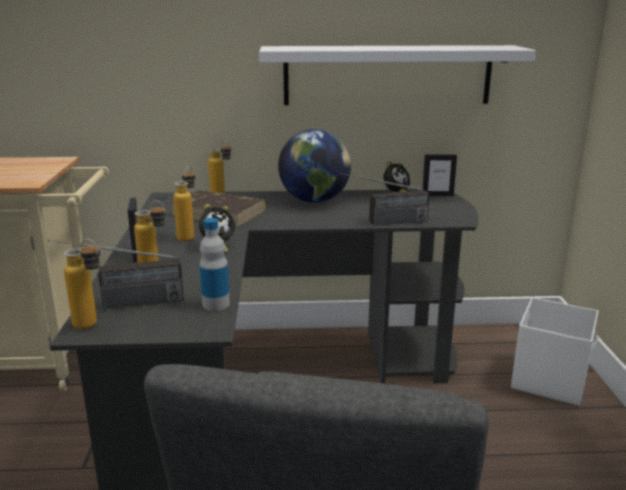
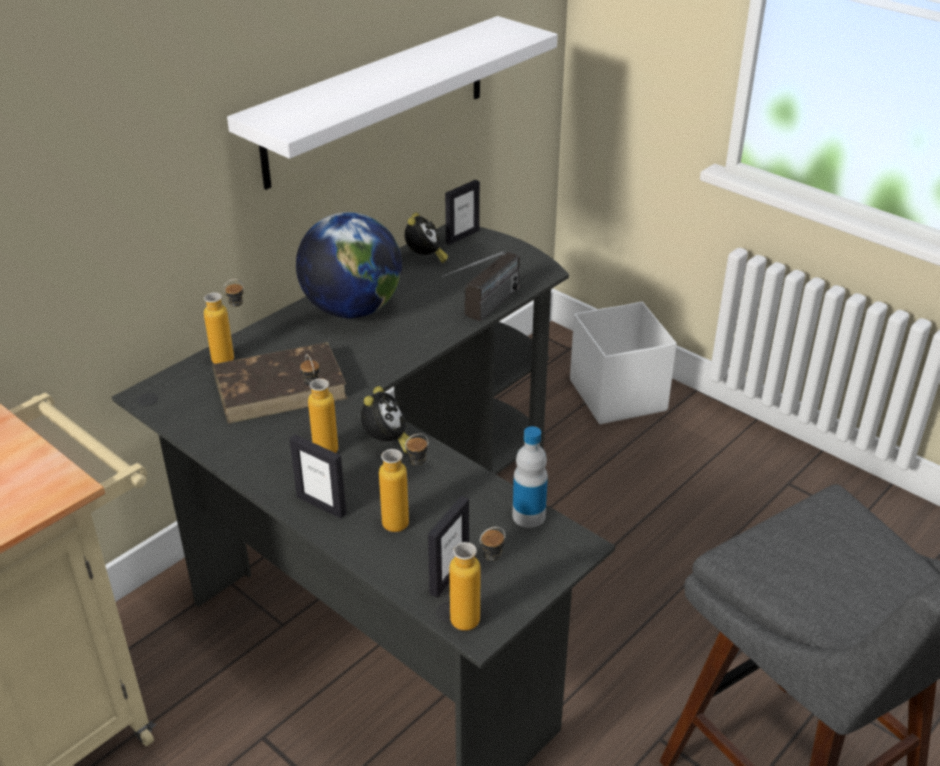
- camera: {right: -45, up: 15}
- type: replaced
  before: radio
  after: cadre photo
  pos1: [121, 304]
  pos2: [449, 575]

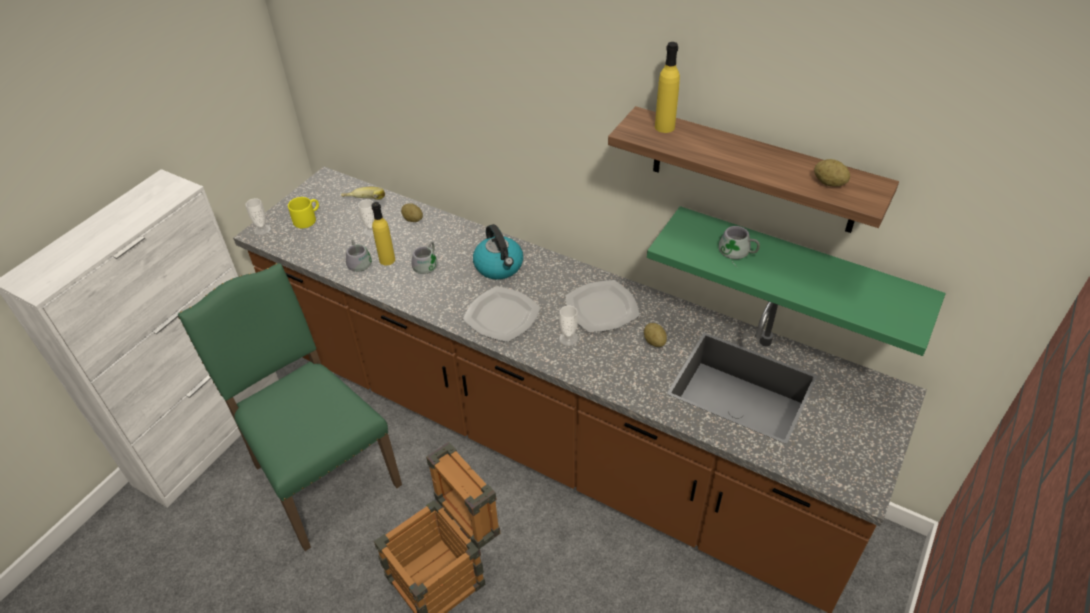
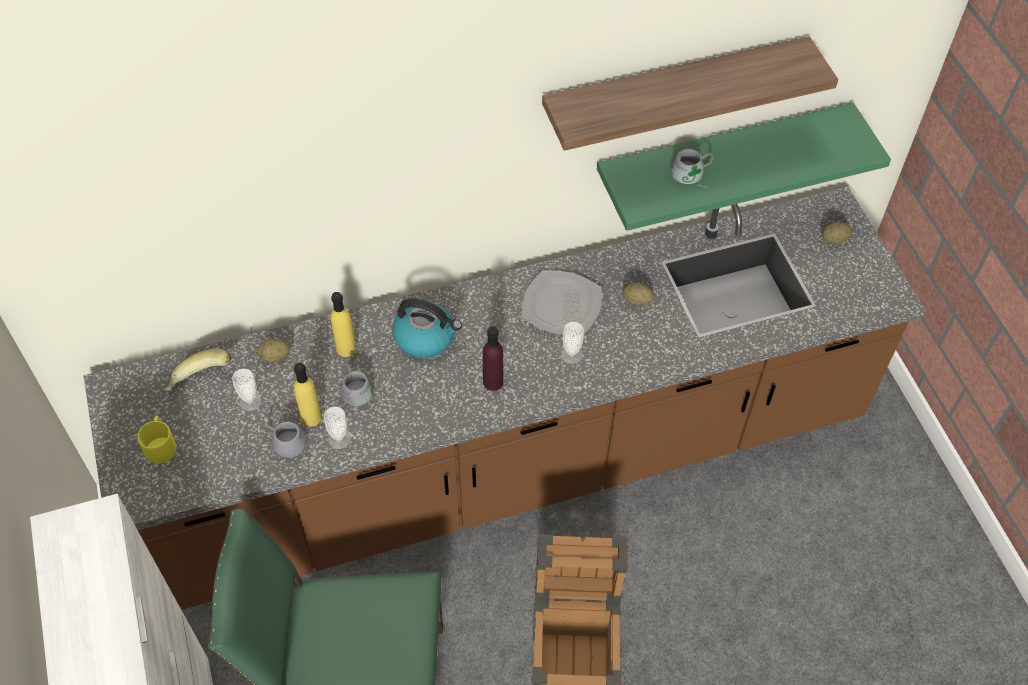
- camera: {right: -50, up: 10}
- type: moved
  before: tasse
  pos1: [262, 229]
  pos2: [339, 439]
- type: moved
  before: bouteille (jaune)
  pos1: [664, 127]
  pos2: [346, 348]
- type: replaced
  before: assiette
  after: bouteille (violet)
  pos1: [502, 316]
  pos2: [493, 382]
- type: moved
  before: pomme de terre
  pos1: [829, 183]
  pos2: [834, 239]

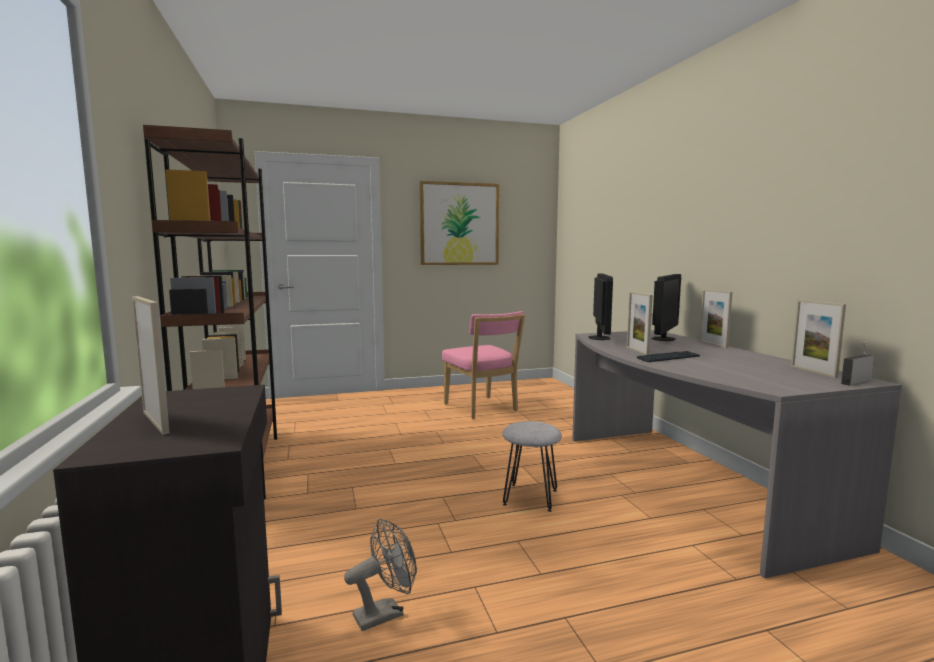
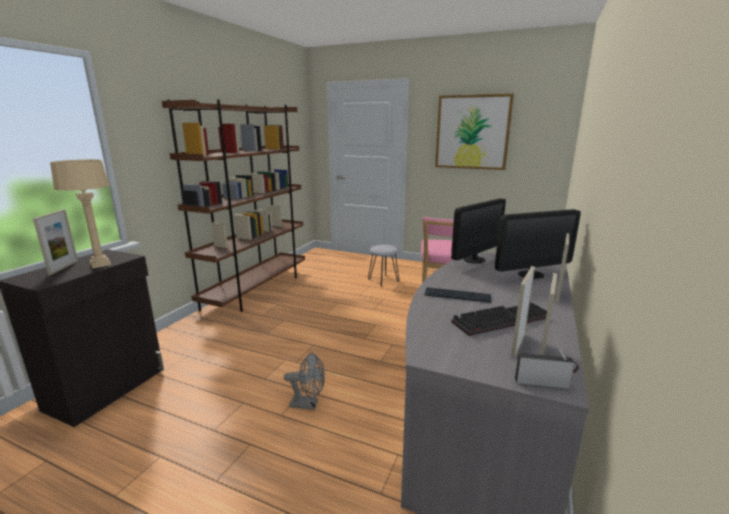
- camera: {right: 40, up: 10}
- type: added
  after: lampe de table (beige)
  pos2: [100, 264]
- type: moved
  before: ventilateur (gris)
  pos1: [385, 613]
  pos2: [308, 404]
- type: moved
  before: tabouret (gris)
  pos1: [530, 497]
  pos2: [383, 280]
- type: added
  after: clavier
  pos2: [500, 319]
- type: moved
  before: cadre photo
  pos1: [637, 351]
  pos2: [518, 344]

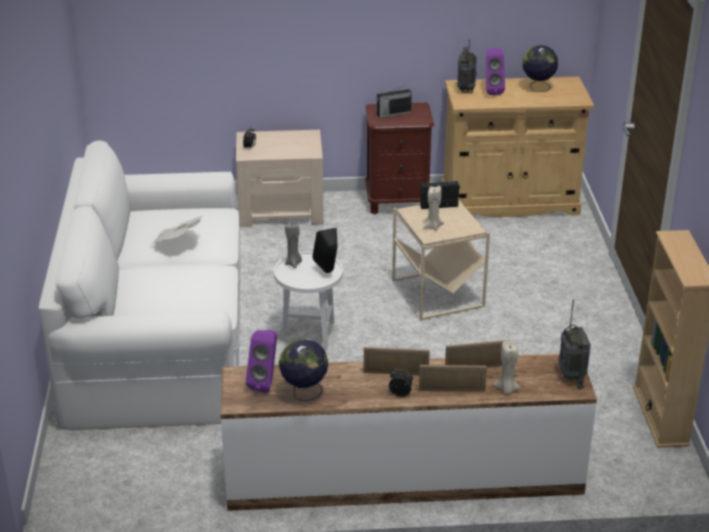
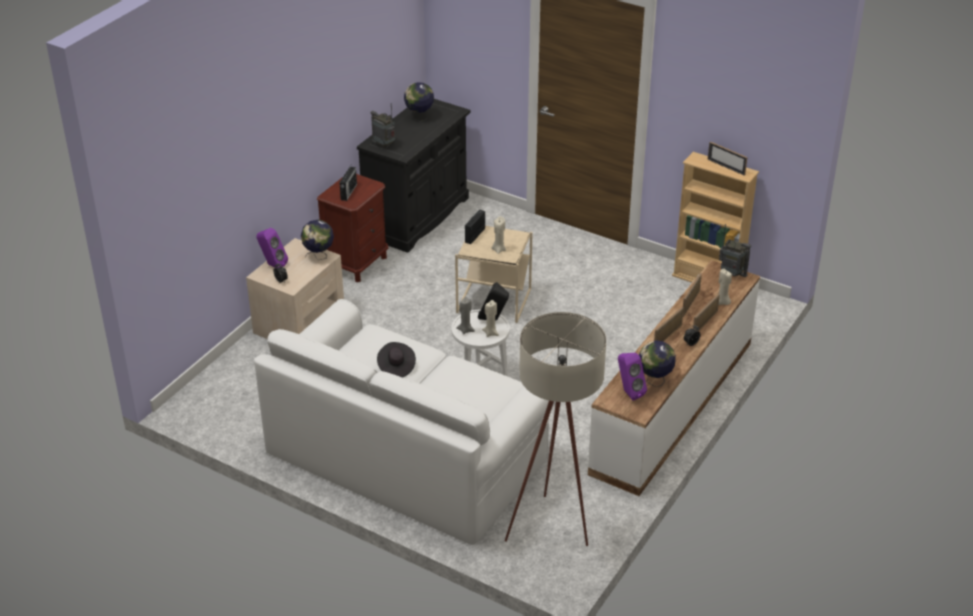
- camera: {right: -55, up: 5}
- type: moved
  before: enceinte (violet)
  pos1: [492, 91]
  pos2: [272, 265]
- type: added
  after: globe
  pos2: [319, 256]
- type: recoloured
  before: meuble de rangement (beige)
  after: meuble de rangement (noir)
  pos1: [509, 201]
  pos2: [417, 217]
- type: replaced
  before: journal
  after: chapeau (noir)
  pos1: [177, 242]
  pos2: [396, 367]
- type: added
  after: bougie (beige)
  pos2: [491, 333]
- type: added
  after: lampadaire (beige)
  pos2: [554, 531]
- type: added
  after: cadre photo
  pos2: [726, 167]

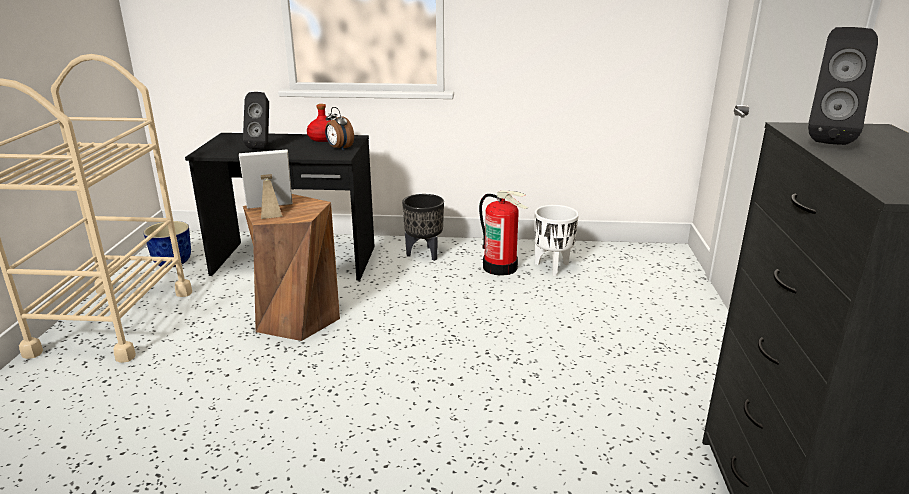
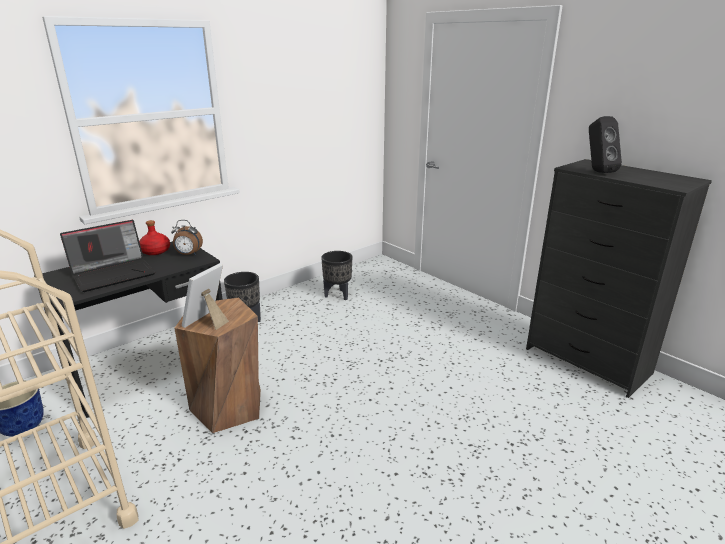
- camera: {right: -45, up: 0}
- type: replaced
  before: enceinte (noir)
  after: ordinateur portable
  pos1: [262, 146]
  pos2: [114, 274]
- type: recoloured
  before: cache-pot (blanc)
  after: cache-pot (noir)
  pos1: [553, 267]
  pos2: [338, 295]
- type: removed
  before: extincteur
  pos1: [500, 267]

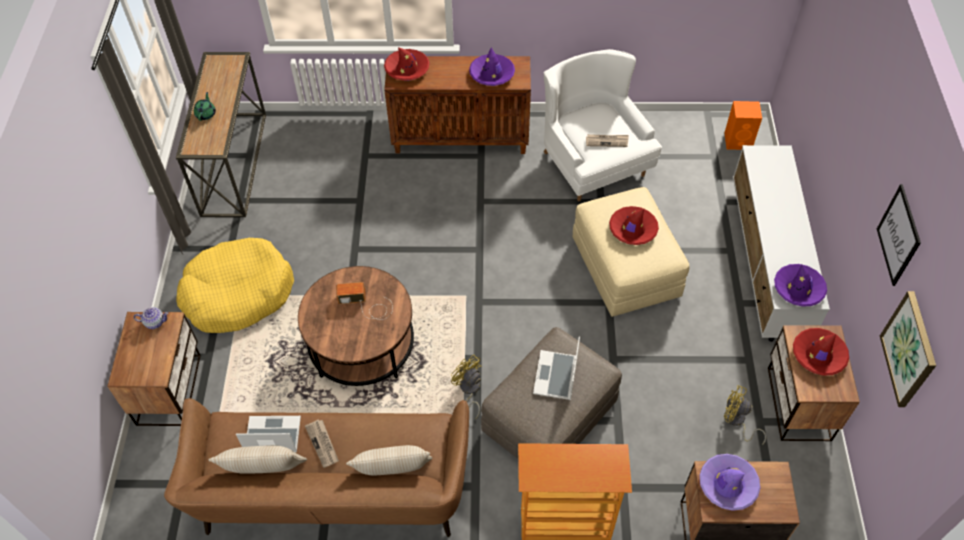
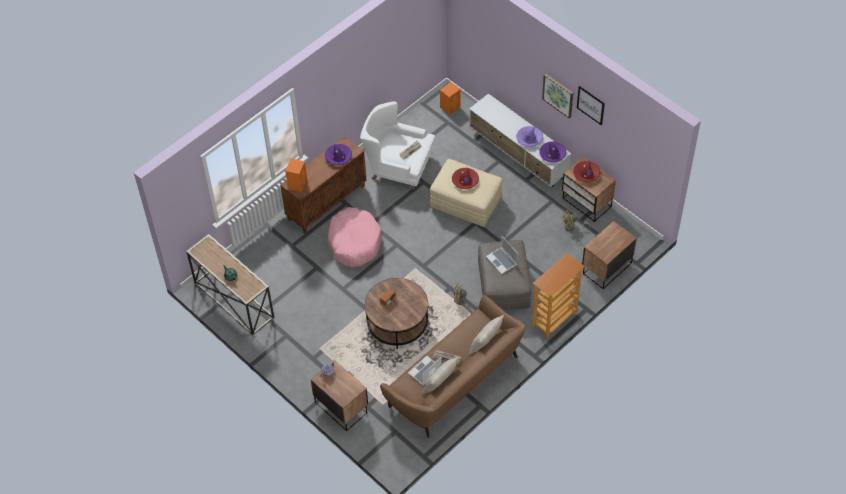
- camera: {right: -45, up: 0}
- type: replaced
  before: chapeau (rouge)
  after: enceinte (orange)
  pos1: [407, 69]
  pos2: [297, 183]
- type: added
  after: panier pour chien (rose)
  pos2: [354, 242]
- type: moved
  before: chapeau (violet)
  pos1: [728, 485]
  pos2: [529, 138]
- type: moved
  before: tableau
  pos1: [909, 349]
  pos2: [558, 95]
- type: removed
  before: panier pour chien (jaune)
  pos1: [238, 294]

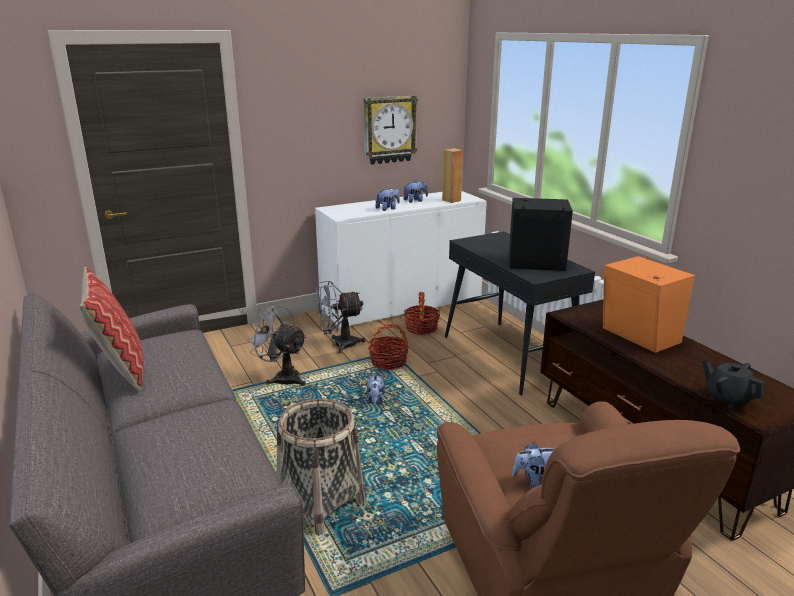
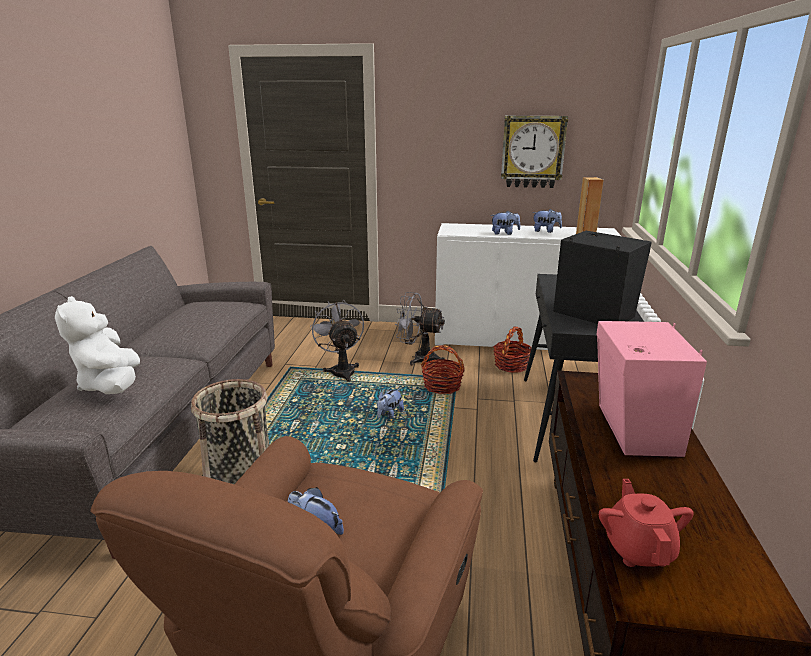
- camera: {right: 35, up: 0}
- type: added
  after: peluche (blanc)
  pos2: [111, 385]
- type: recoloured
  before: enceinte (orange)
  after: enceinte (rose)
  pos1: [639, 337]
  pos2: [633, 430]
- type: recoloured
  before: théière (noir)
  after: théière (rouge)
  pos1: [727, 399]
  pos2: [638, 549]
- type: removed
  before: coussin
  pos1: [121, 370]

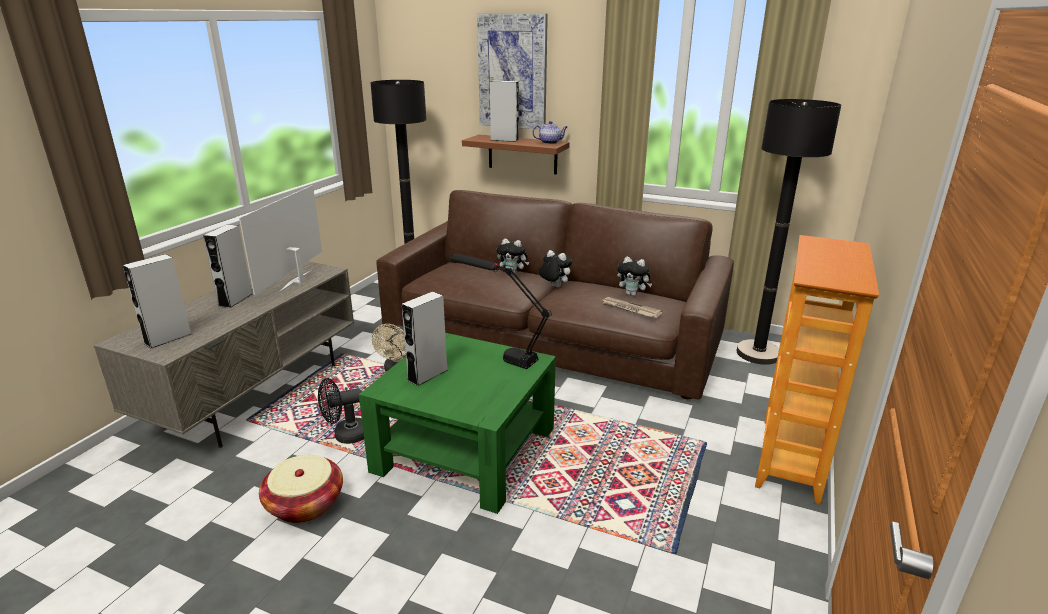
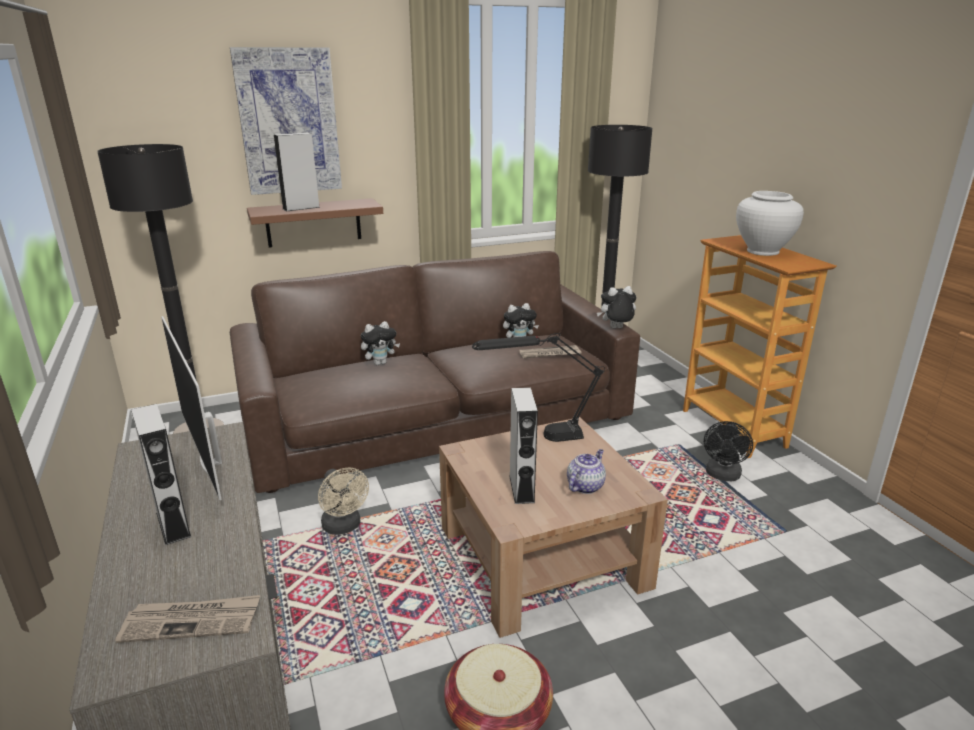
- camera: {right: -45, up: 0}
- type: replaced
  before: enceinte (gris)
  after: journal
  pos1: [168, 338]
  pos2: [192, 621]
- type: recoloured
  before: table basse (vert)
  after: table basse (marron)
  pos1: [465, 449]
  pos2: [542, 557]
- type: moved
  before: théière
  pos1: [550, 142]
  pos2: [585, 486]
- type: moved
  before: peluche
  pos1: [554, 286]
  pos2: [616, 328]
- type: moved
  before: ventilateur (noir)
  pos1: [345, 435]
  pos2: [722, 476]
- type: added
  after: vase (blanc)
  pos2: [762, 251]

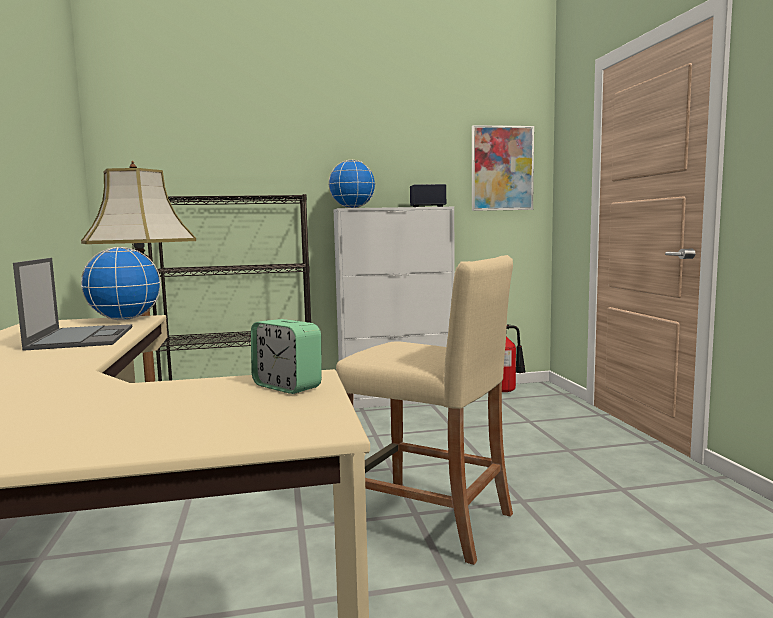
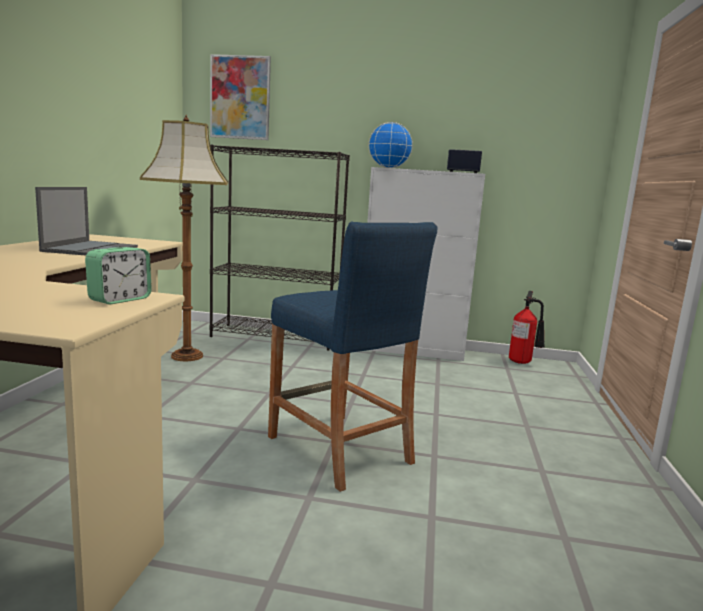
- camera: {right: 20, up: 5}
- type: turned
  before: réveil
  pos1: [287, 386]
  pos2: [120, 299]
  turn: -120
- type: moved
  before: tableau
  pos1: [502, 168]
  pos2: [240, 98]
- type: recoloured
  before: tabouret (beige)
  after: tabouret (bleu)
  pos1: [429, 520]
  pos2: [339, 449]
- type: removed
  before: globe
  pos1: [125, 319]

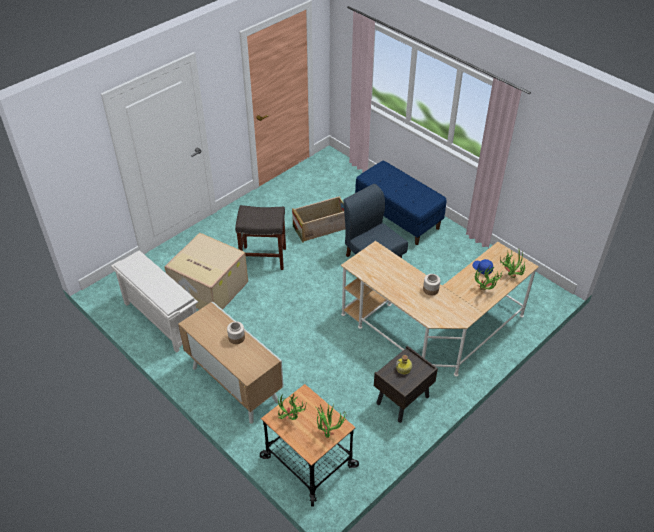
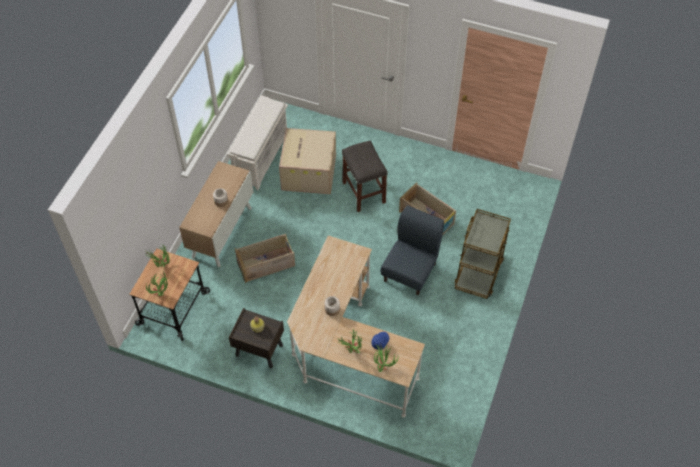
- camera: {right: 65, up: 10}
- type: added
  after: caisse
  pos2: [266, 264]
- type: replaced
  before: banc (bleu)
  after: chariot (marron)
  pos1: [398, 217]
  pos2: [478, 272]

